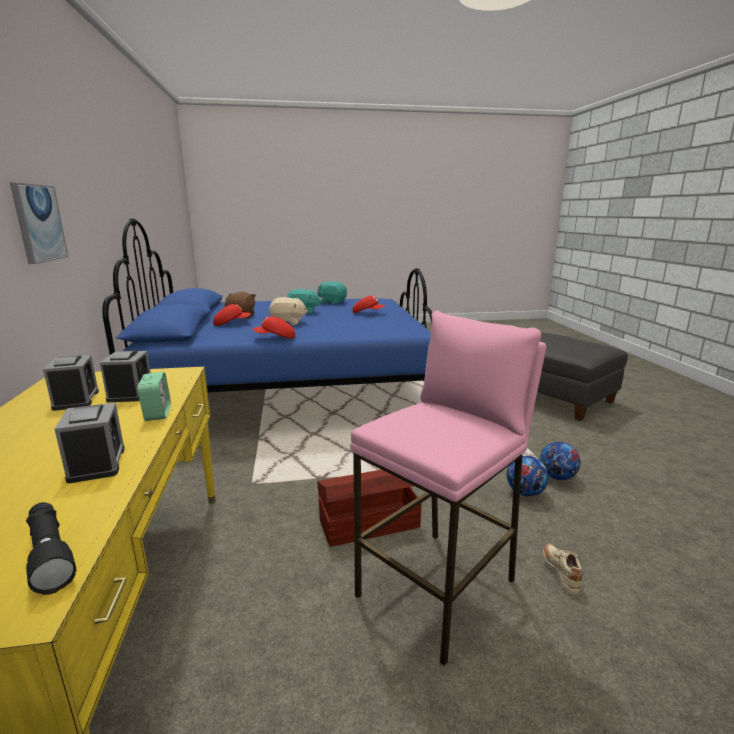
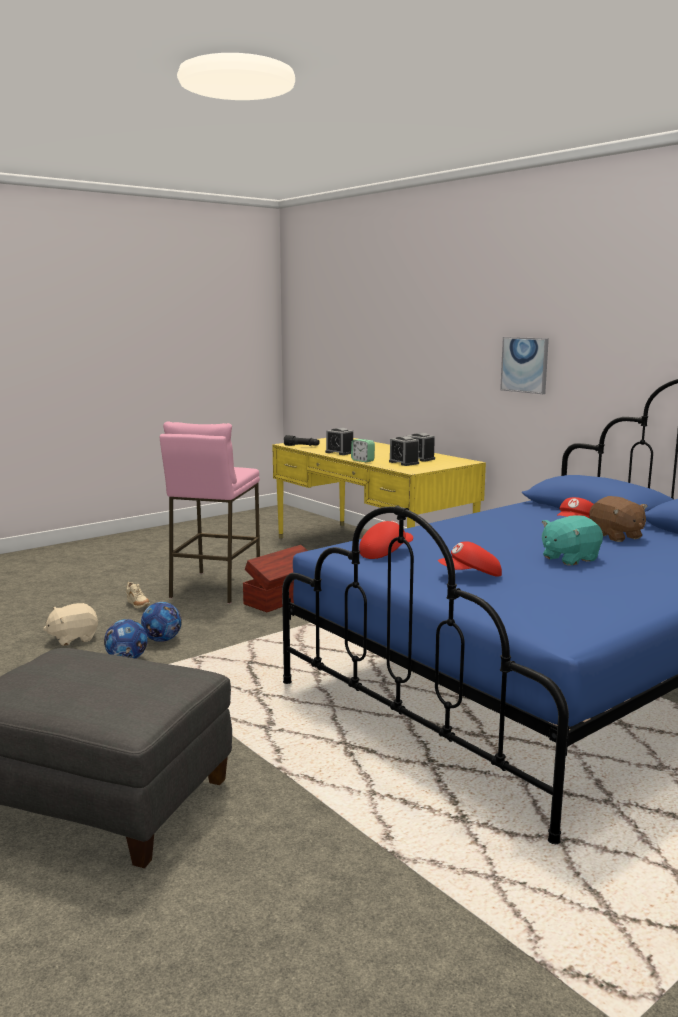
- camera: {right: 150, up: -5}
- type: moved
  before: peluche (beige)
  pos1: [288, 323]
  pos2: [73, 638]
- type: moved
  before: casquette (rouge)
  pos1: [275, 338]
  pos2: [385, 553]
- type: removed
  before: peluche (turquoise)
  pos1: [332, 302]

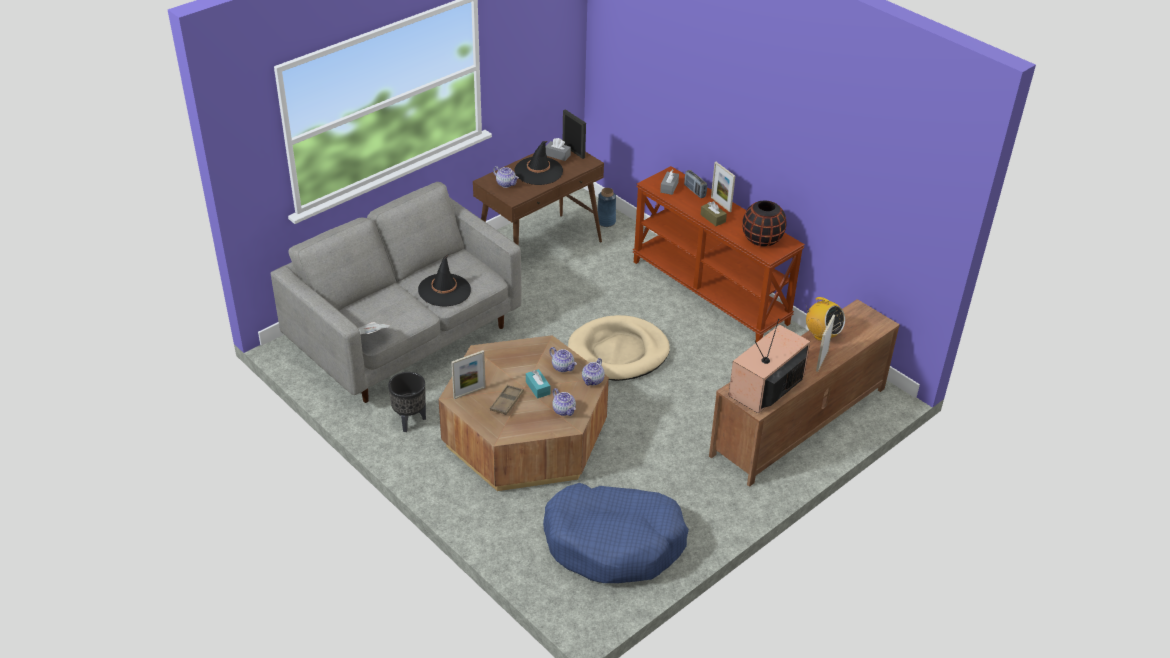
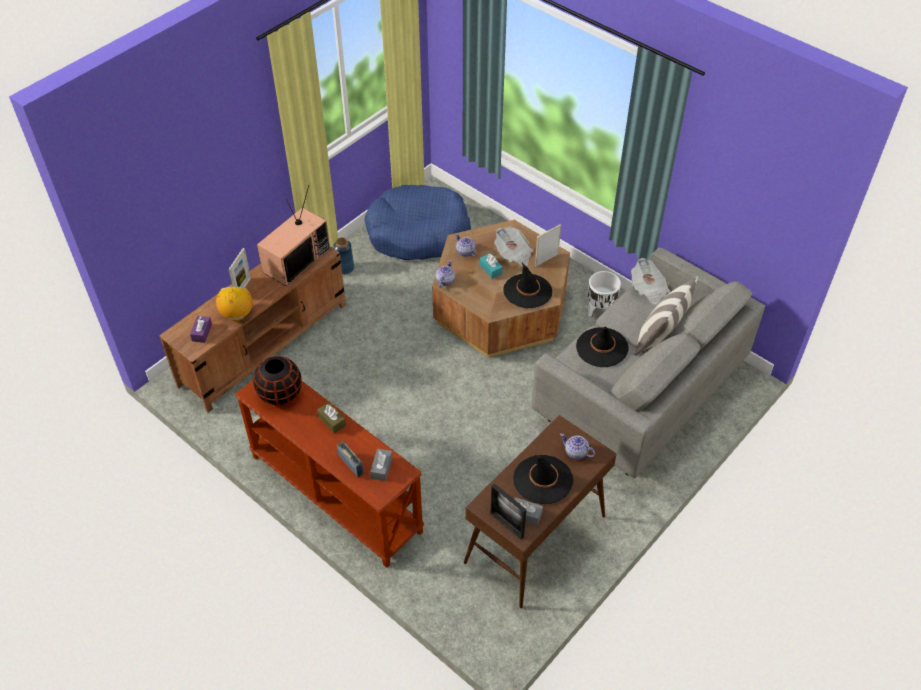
- camera: {right: 175, up: 10}
- type: added
  after: boîte à mouchoirs (violet)
  pos2: [202, 332]
- type: turned
  before: radio
  pos1: [822, 335]
  pos2: [237, 315]
  turn: 45
- type: moved
  before: vase (bleu)
  pos1: [606, 222]
  pos2: [345, 268]
- type: replaced
  before: plateau (marron)
  after: journal
  pos1: [506, 402]
  pos2: [513, 254]
- type: added
  after: chapeau (noir)
  pos2: [527, 291]
- type: recoloured
  before: cache-pot (noir)
  after: cache-pot (blanc)
  pos1: [410, 421]
  pos2: [600, 312]
- type: added
  after: coussin
  pos2: [660, 337]
- type: removed
  before: théière
  pos1: [563, 367]
- type: removed
  before: panier pour chien (beige)
  pos1: [618, 352]
- type: removed
  before: cadre photo
  pos1: [721, 204]

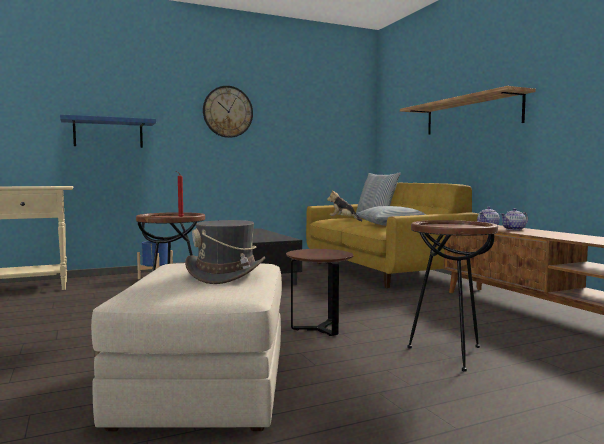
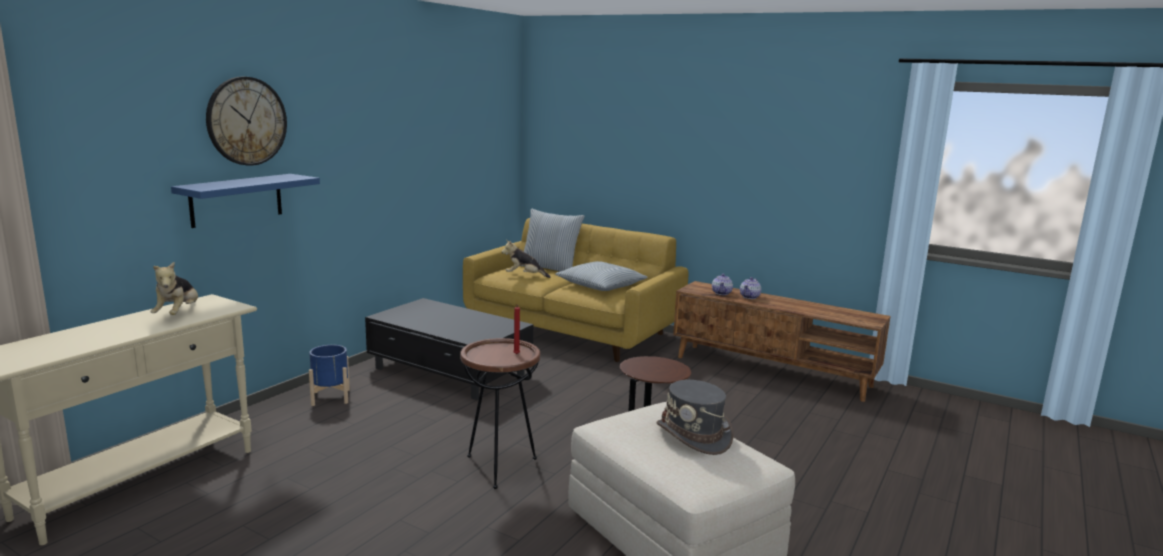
- camera: {right: -35, up: 10}
- type: added
  after: peluche
  pos2: [178, 314]
- type: moved
  before: horloge murale
  pos1: [228, 112]
  pos2: [246, 121]
- type: removed
  before: étagère
  pos1: [471, 115]
- type: removed
  before: table d'appoint (marron)
  pos1: [450, 354]

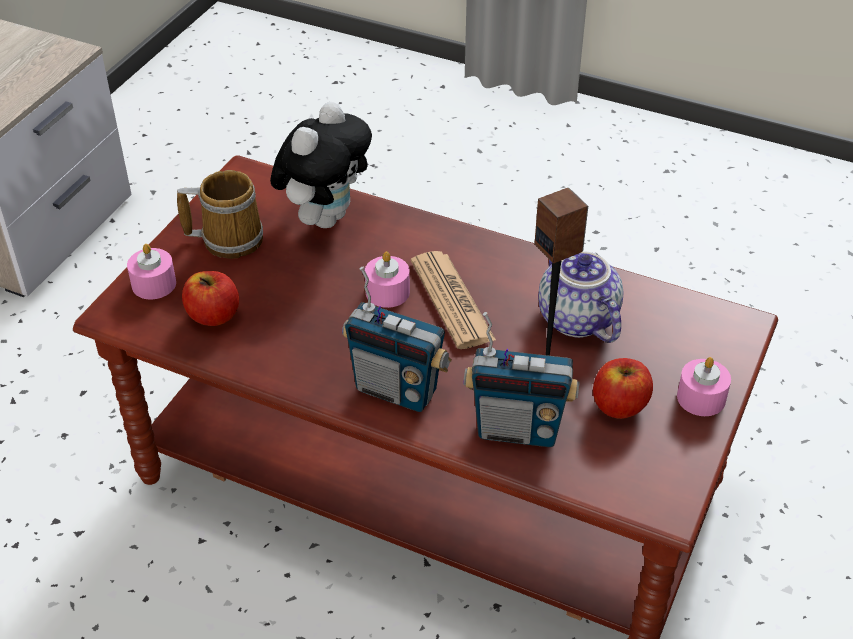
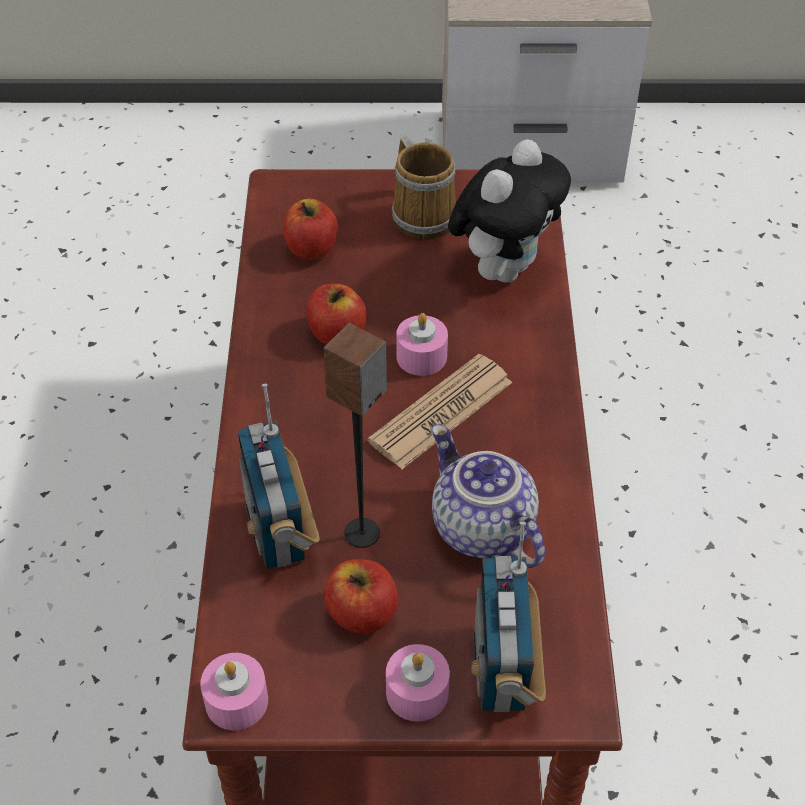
- camera: {right: 65, up: 5}
- type: moved
  before: bougie (rose)
  pos1: [154, 284]
  pos2: [236, 701]
- type: added
  after: pomme
  pos2: [337, 333]
- type: turned
  before: théière
  pos1: [575, 318]
  pos2: [480, 529]
  turn: -75
- type: turned
  before: peluche
  pos1: [325, 217]
  pos2: [503, 268]
  turn: -60
- type: moved
  before: radio
  pos1: [397, 390]
  pos2: [502, 670]

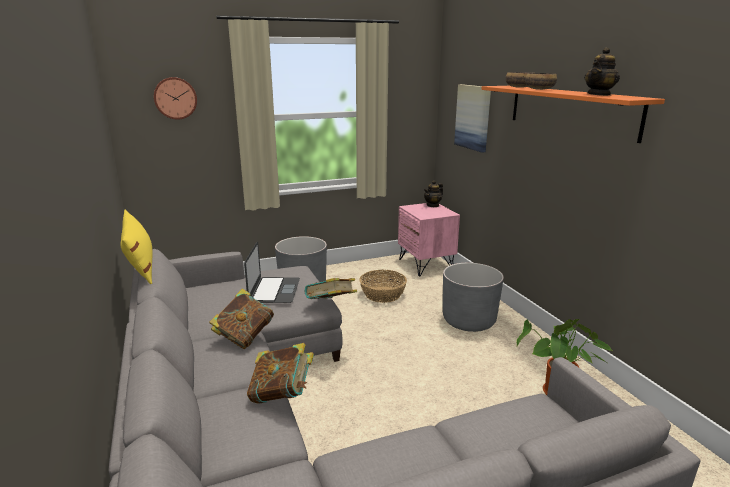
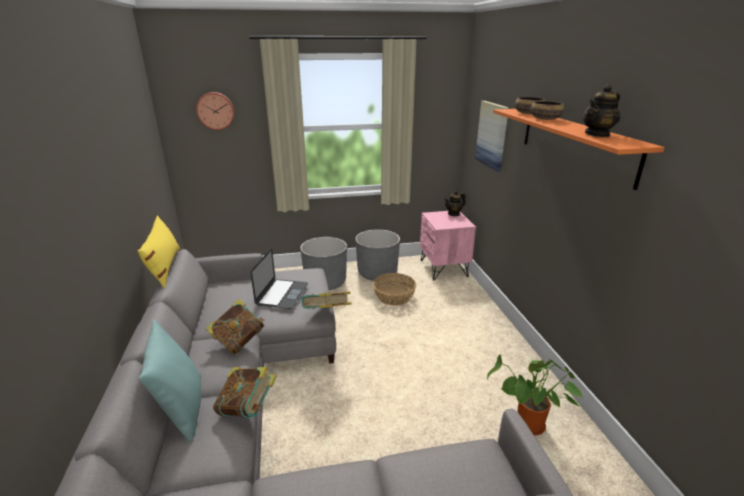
- camera: {right: 10, up: 5}
- type: added
  after: coussin (turquoise)
  pos2: [182, 409]
- type: moved
  before: cache-pot (gris)
  pos1: [469, 321]
  pos2: [377, 273]

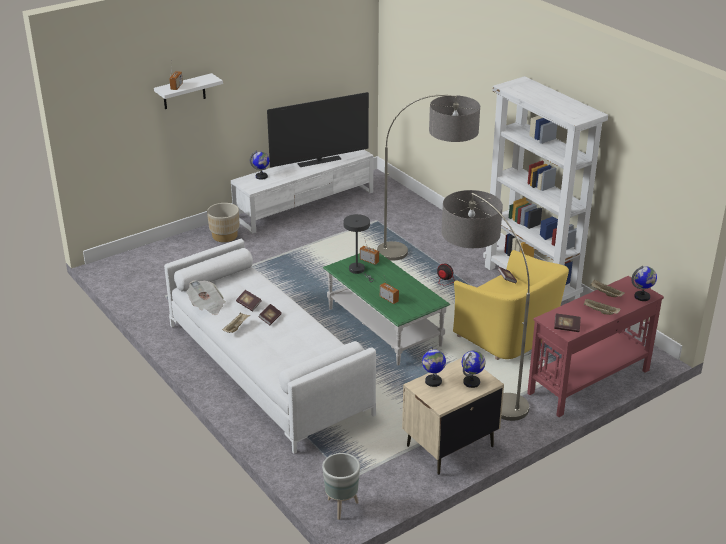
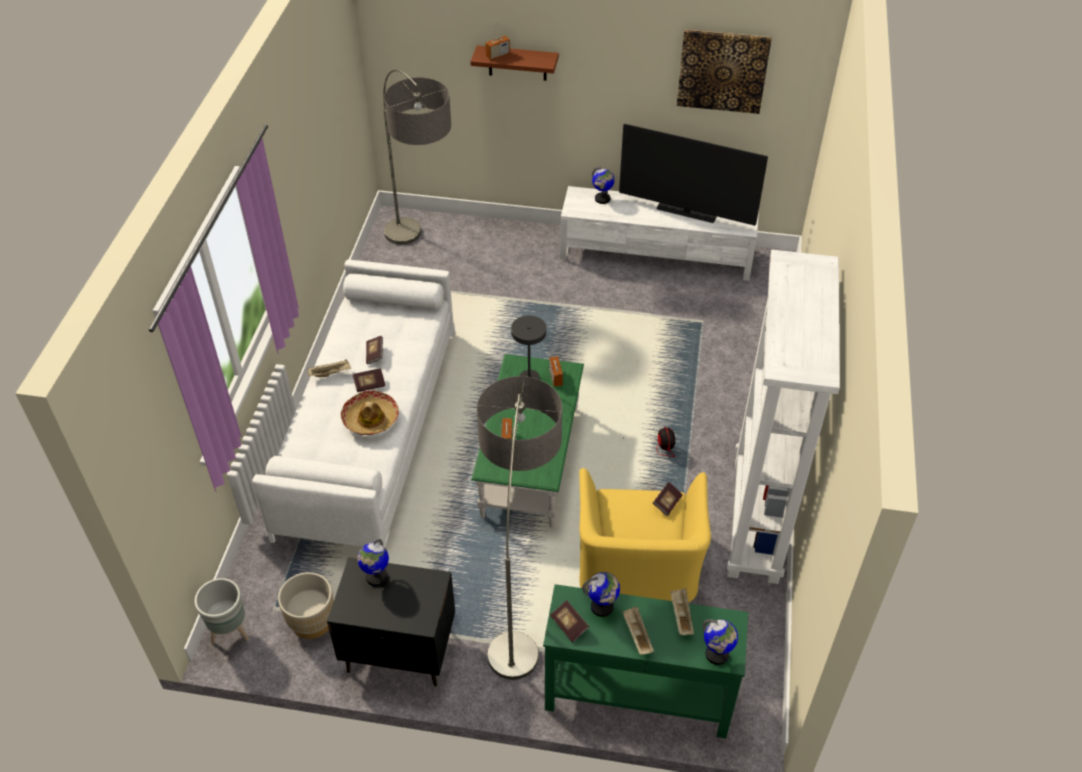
- camera: {right: 45, up: 15}
- type: moved
  before: cache-pot (beige)
  pos1: [224, 236]
  pos2: [312, 621]
- type: recoloured
  before: table de chevet (beige)
  after: table de chevet (noir)
  pos1: [449, 446]
  pos2: [399, 650]
- type: added
  after: chapeau
  pos2: [371, 418]
- type: moved
  before: lampadaire
  pos1: [429, 257]
  pos2: [422, 258]
- type: recoloured
  before: étagère (blanc)
  after: étagère (marron)
  pos1: [184, 92]
  pos2: [517, 63]
- type: recoloured
  before: table console (rouge)
  after: table console (vert)
  pos1: [588, 381]
  pos2: [637, 694]
- type: moved
  before: globe
  pos1: [472, 382]
  pos2: [602, 607]
- type: added
  after: tableau
  pos2: [722, 71]
- type: removed
  before: journal
  pos1: [207, 306]

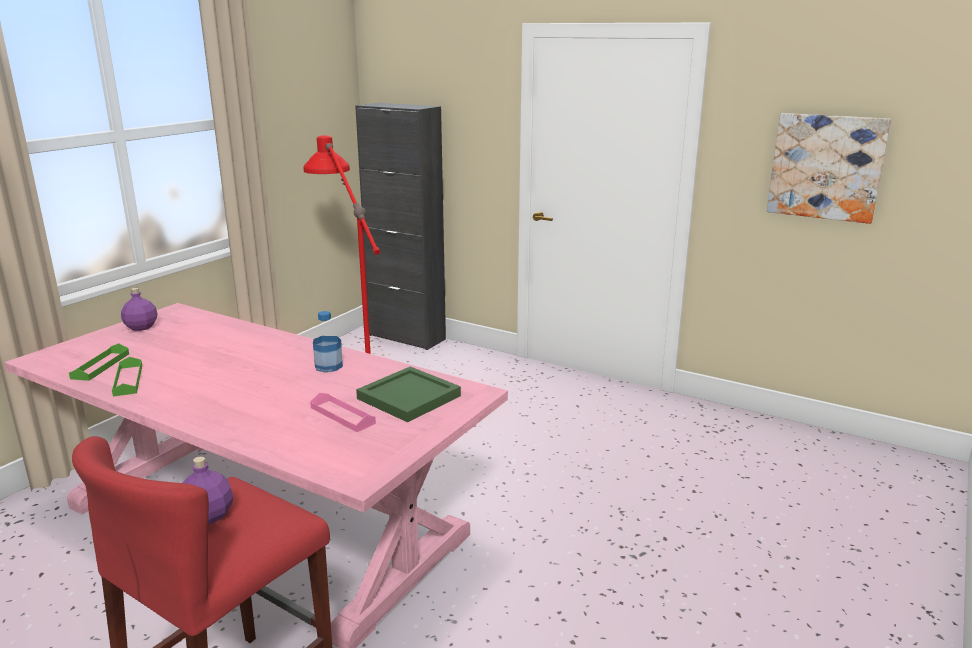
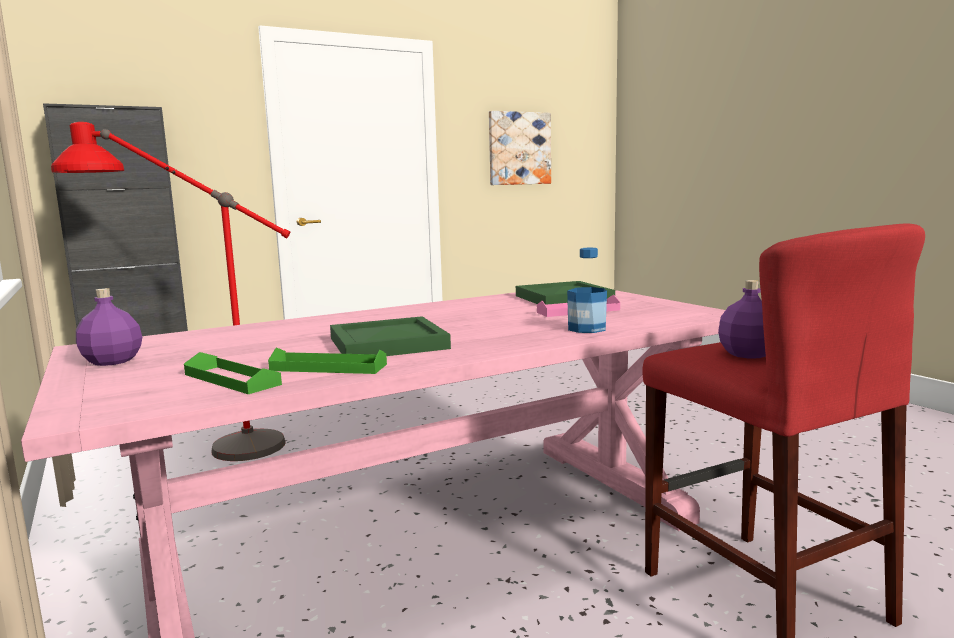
- camera: {right: -60, up: -10}
- type: added
  after: plateau (vert)
  pos2: [387, 344]
- type: moved
  before: bouteille
  pos1: [328, 366]
  pos2: [586, 328]

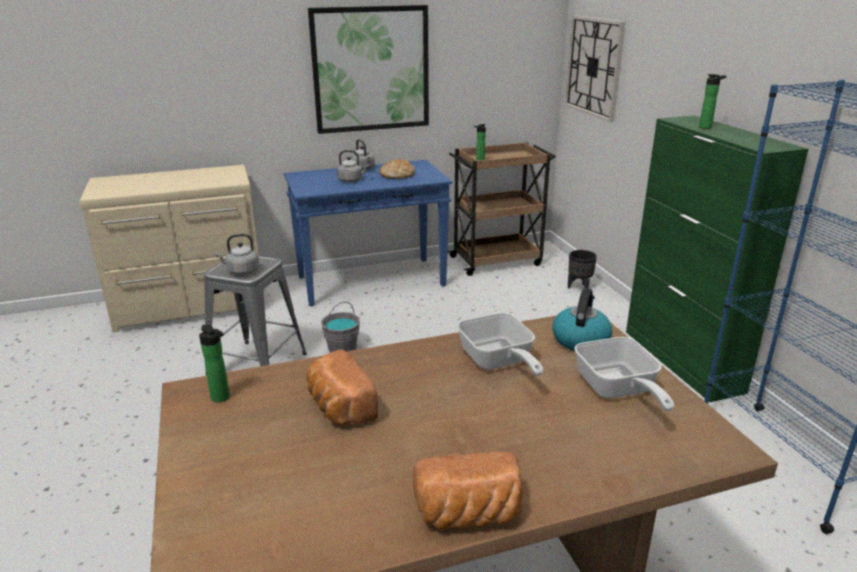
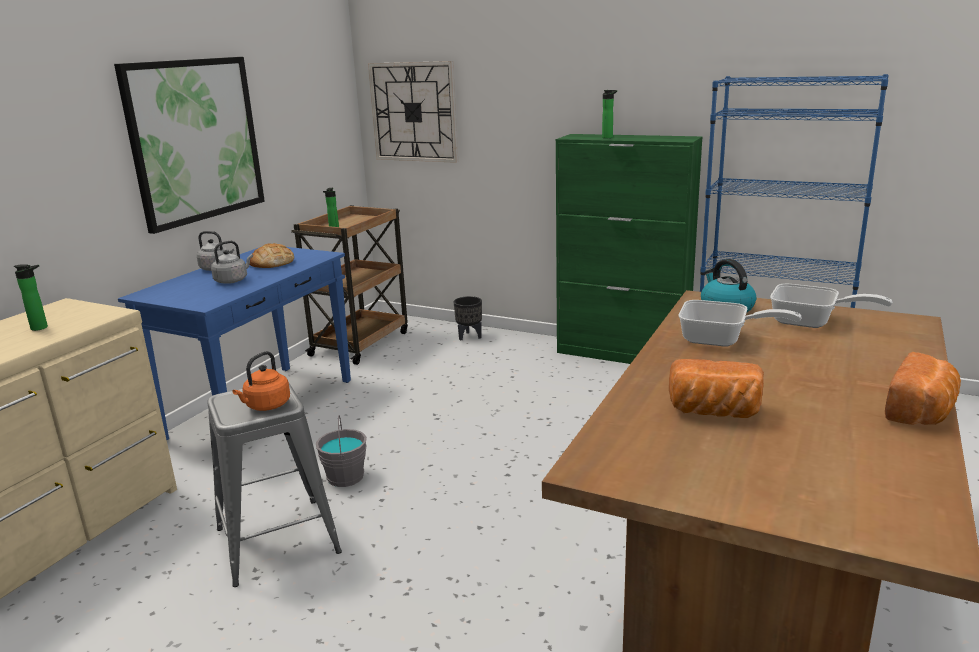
- camera: {right: -45, up: -5}
- type: moved
  before: bouteille
  pos1: [222, 398]
  pos2: [42, 328]
- type: recoloured
  before: bouilloire (gris)
  after: bouilloire (orange)
  pos1: [241, 271]
  pos2: [266, 406]

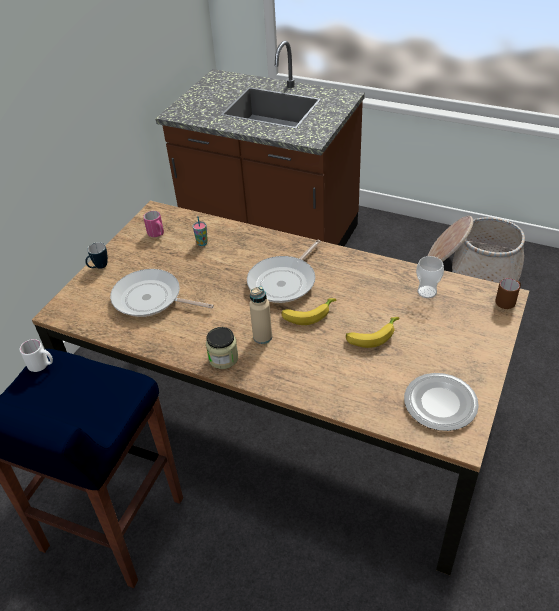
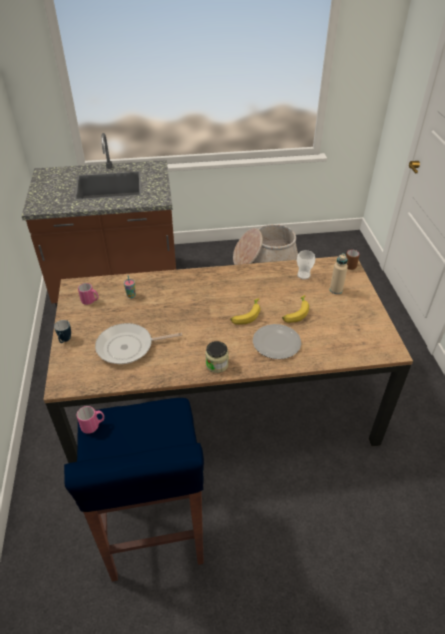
- camera: {right: -35, up: 0}
- type: recoloured
  before: mug (blanc)
  after: mug (rose)
  pos1: [42, 365]
  pos2: [93, 425]
- type: moved
  before: assiette
  pos1: [439, 403]
  pos2: [276, 343]
- type: moved
  before: bouteille (beige)
  pos1: [262, 337]
  pos2: [336, 290]
- type: removed
  before: poêle
  pos1: [284, 281]

